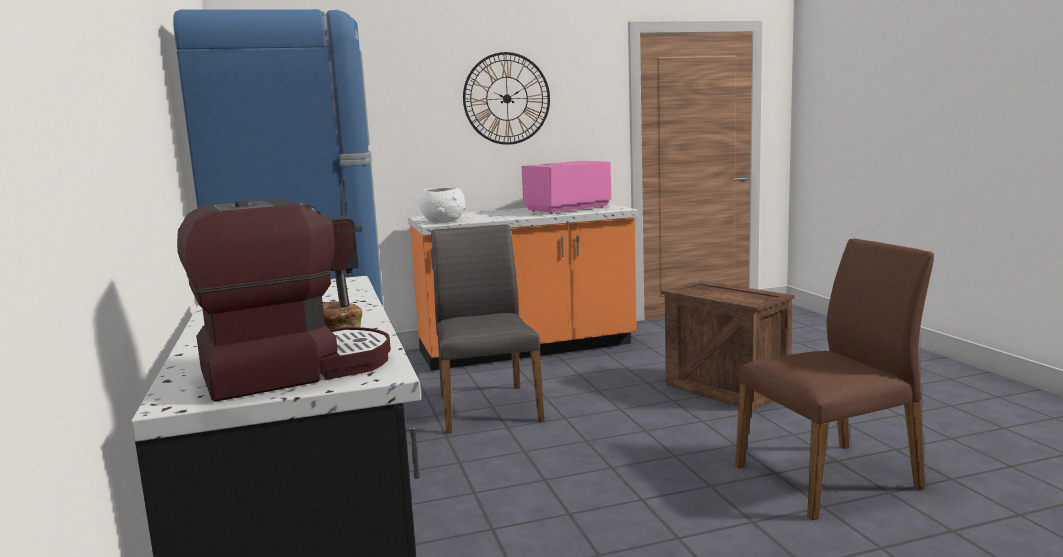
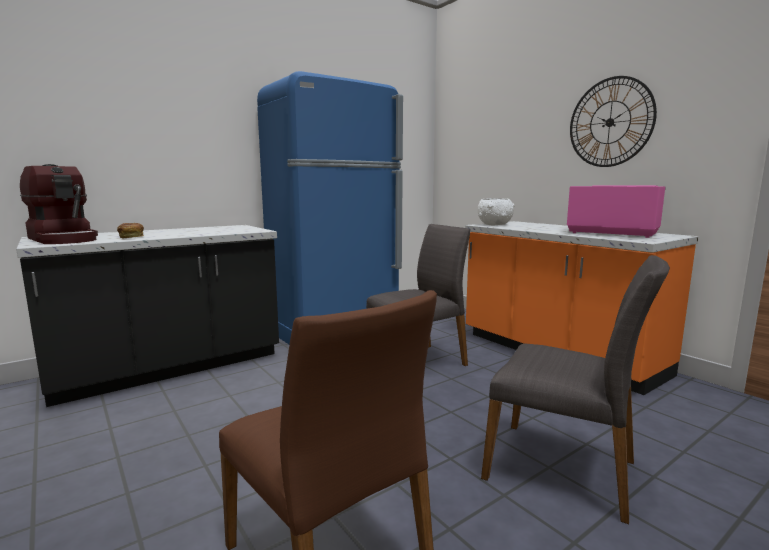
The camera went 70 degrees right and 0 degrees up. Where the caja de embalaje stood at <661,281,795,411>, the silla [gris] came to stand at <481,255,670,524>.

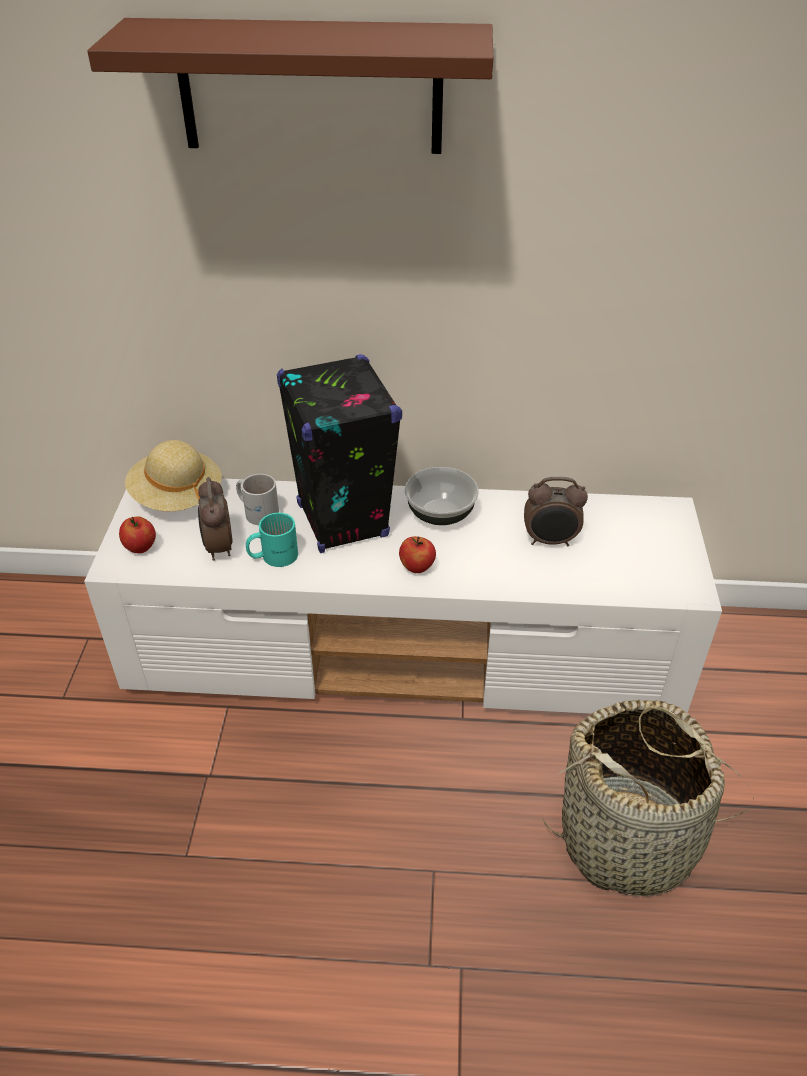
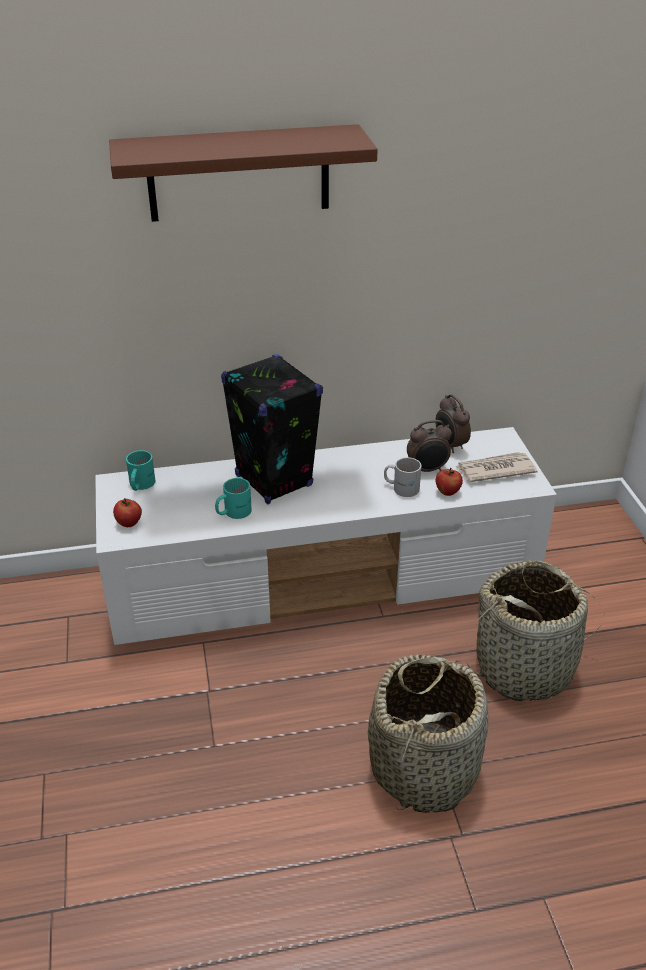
The camera went 15 degrees left and 5 degrees down. The second view lost the cuenco at <405,467,479,525>. The second view gained the cesta at <368,654,488,813>. The second view gained the periódico at <455,452,537,482>. The despertador ended up elsewhere, having gone from <198,477,233,561> to <435,394,471,453>. The taza grande [blanco] ended up elsewhere, having gone from <236,474,279,525> to <384,457,421,497>. The manzana ended up elsewhere, having gone from <399,536,436,573> to <436,468,463,496>. Where the sombrero [beis] stood at <125,440,222,512>, the taza grande [turquesa] came to stand at <126,450,155,491>.

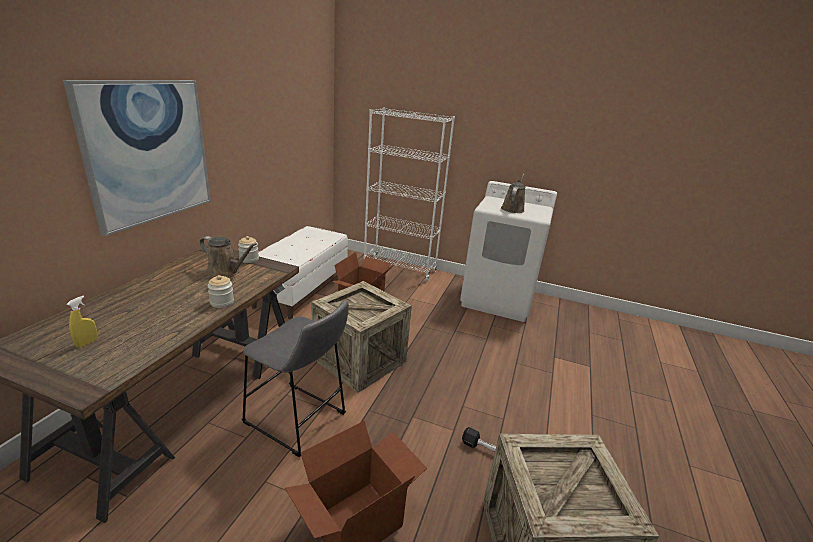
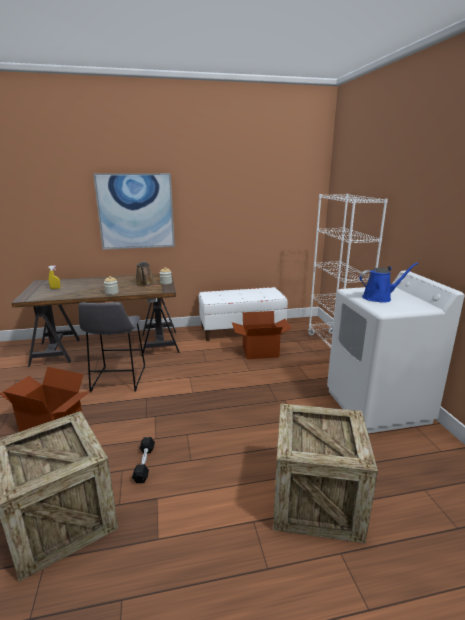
The camera went 60 degrees right and 5 degrees down. The caja de embalaje ended up elsewhere, having gone from <312,281,412,393> to <273,404,378,543>. What was the regadera [marrón] at <501,174,525,213> turned into the regadera [azul] at <359,262,418,303>.

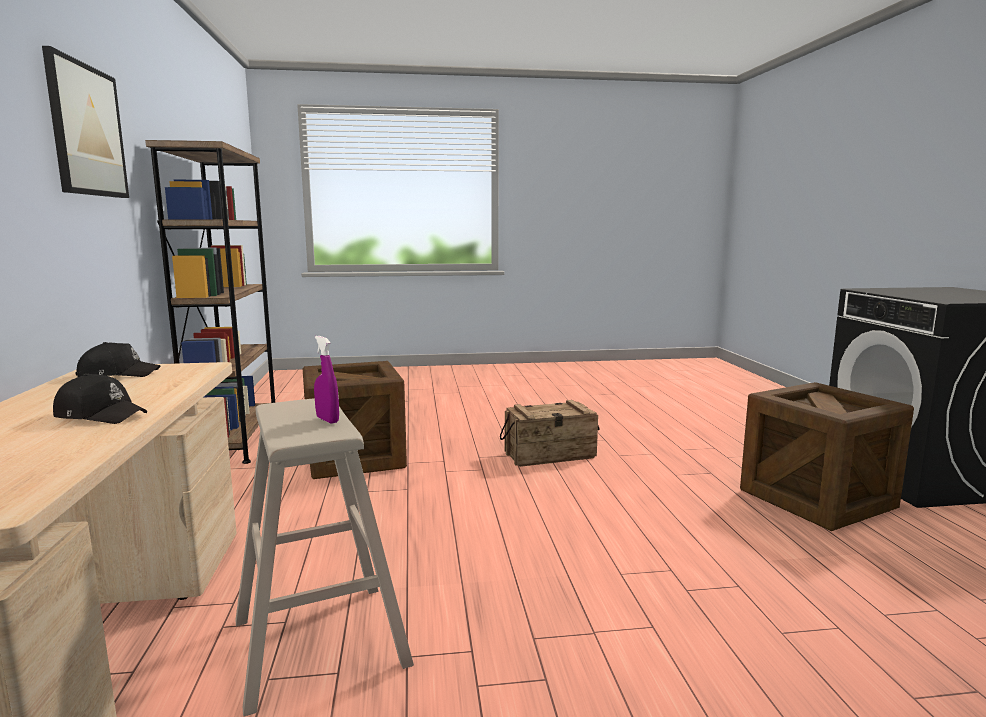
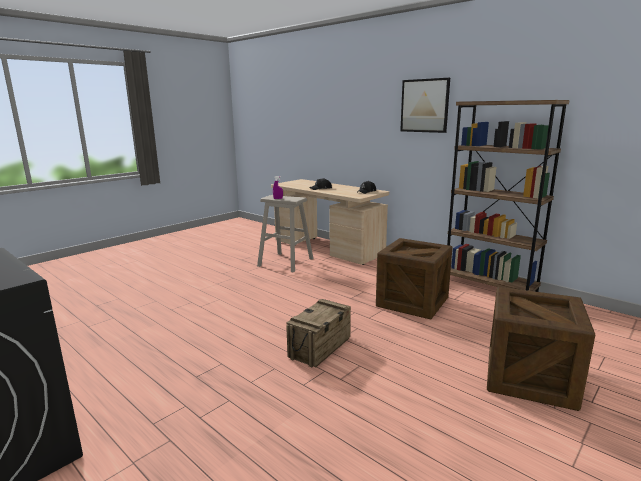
The camera went 140 degrees right and 5 degrees up. The caja de embalaje ended up elsewhere, having gone from <740,382,914,531> to <487,287,596,411>.

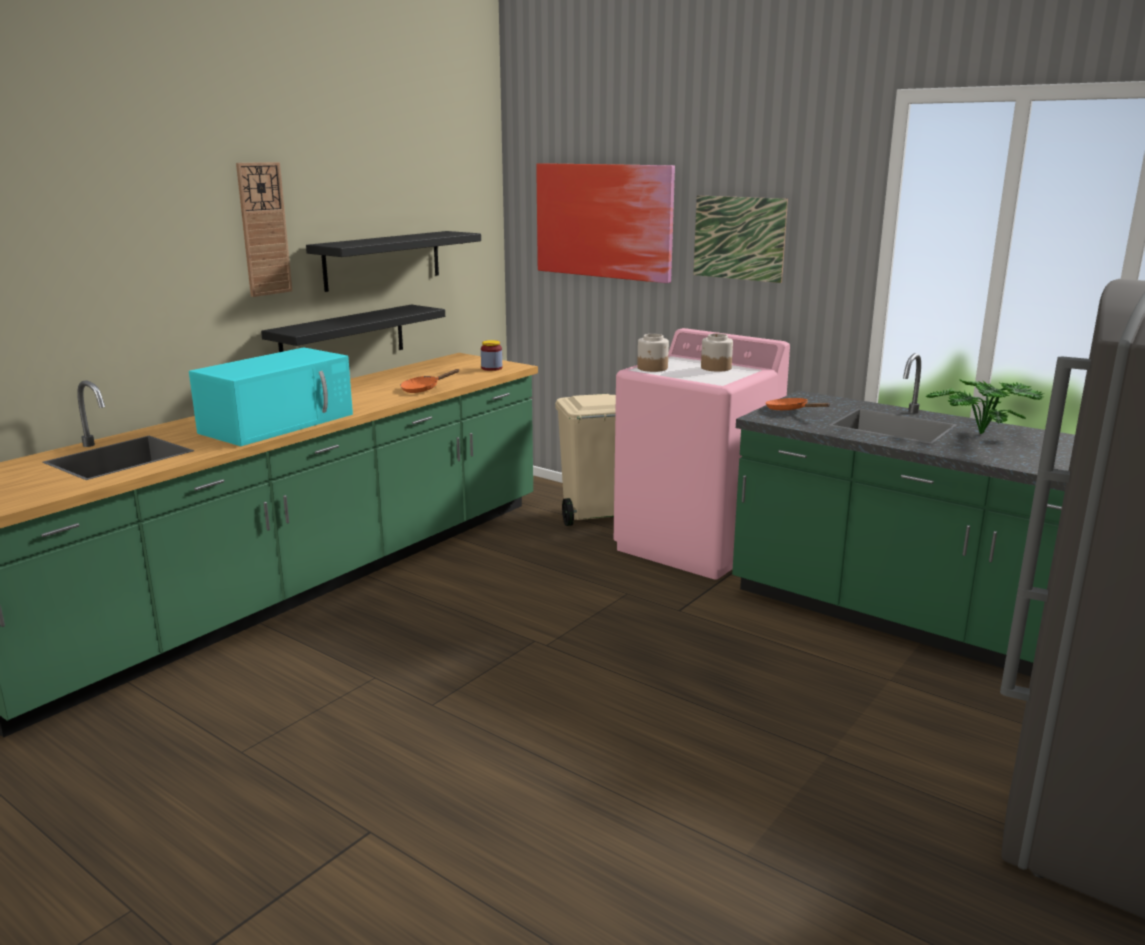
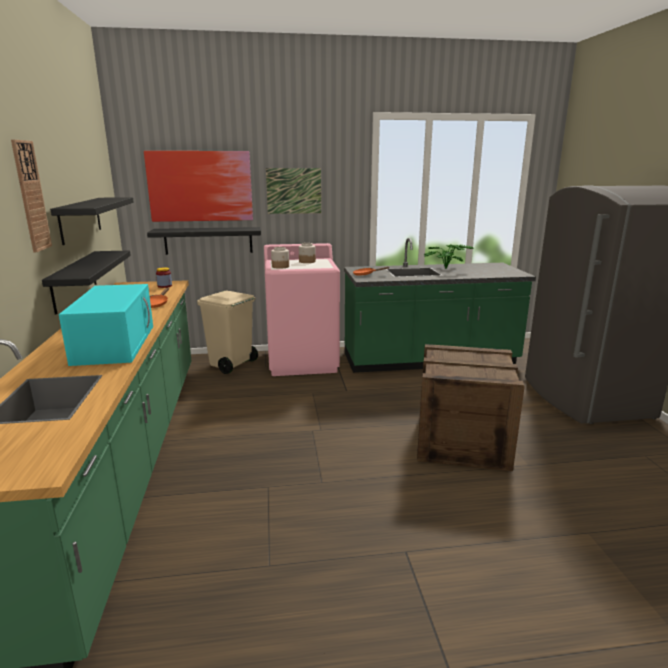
The camera went 45 degrees left and 0 degrees up. The second view gained the estante [negro] at <147,227,261,255>. The second view gained the caja de embalaje at <417,344,525,471>.

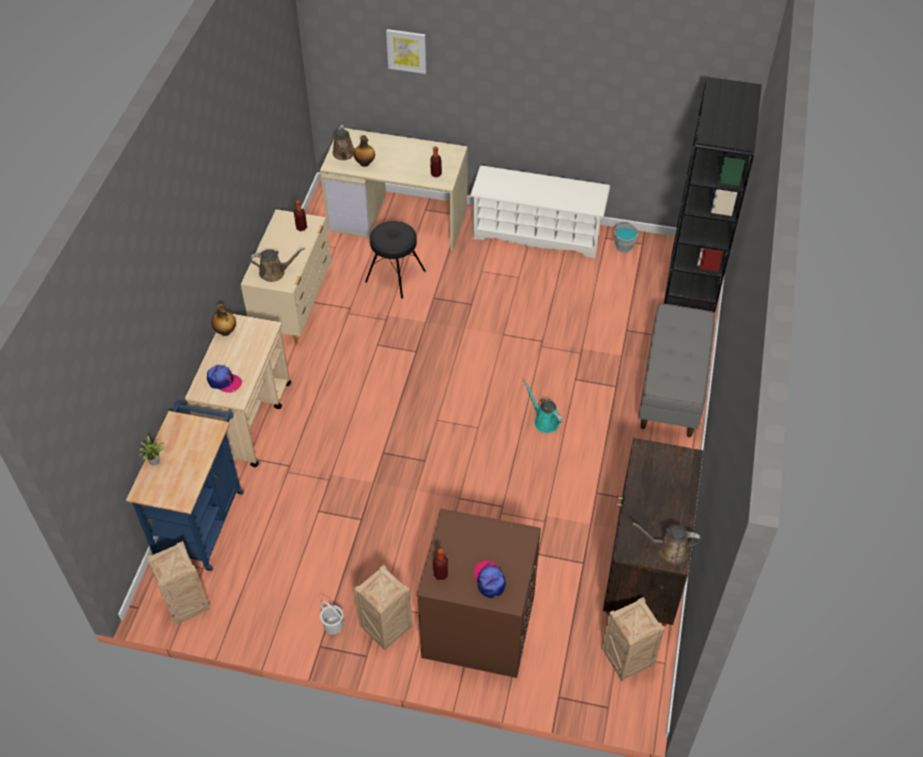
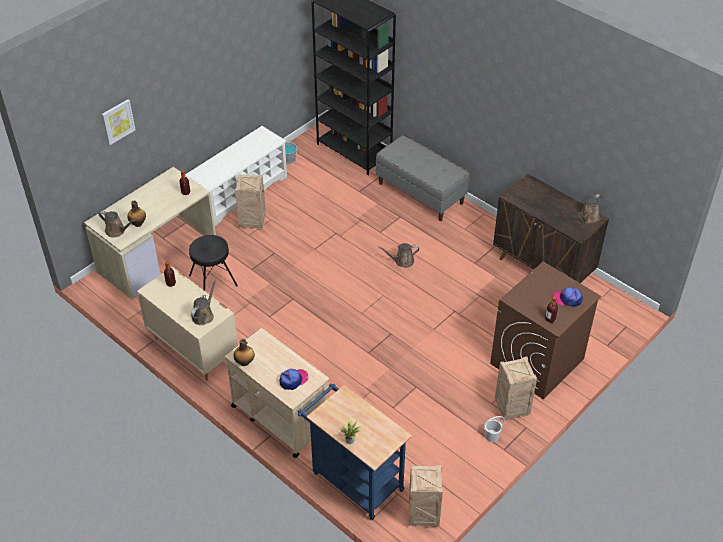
The camera went 60 degrees left and 5 degrees down. The caja de embalaje ended up elsewhere, having gone from <601,597,665,681> to <235,174,266,230>. What was the regadera [turquesa] at <524,381,563,433> turned into the regadera [marrón] at <378,243,419,268>.

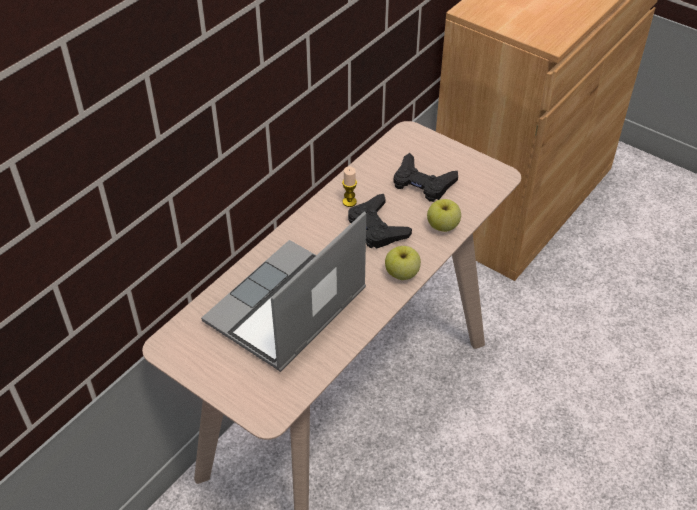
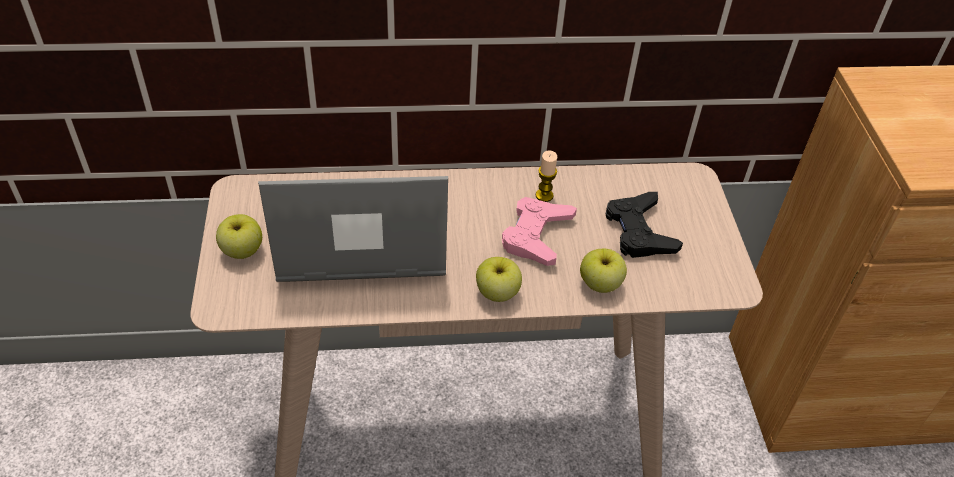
The camera went 45 degrees right and 0 degrees up. The second view gained the manzana at <216,214,262,259>. What was the mando de consola [negro] at <348,194,412,249> turned into the mando de consola [rosa] at <502,197,577,266>.

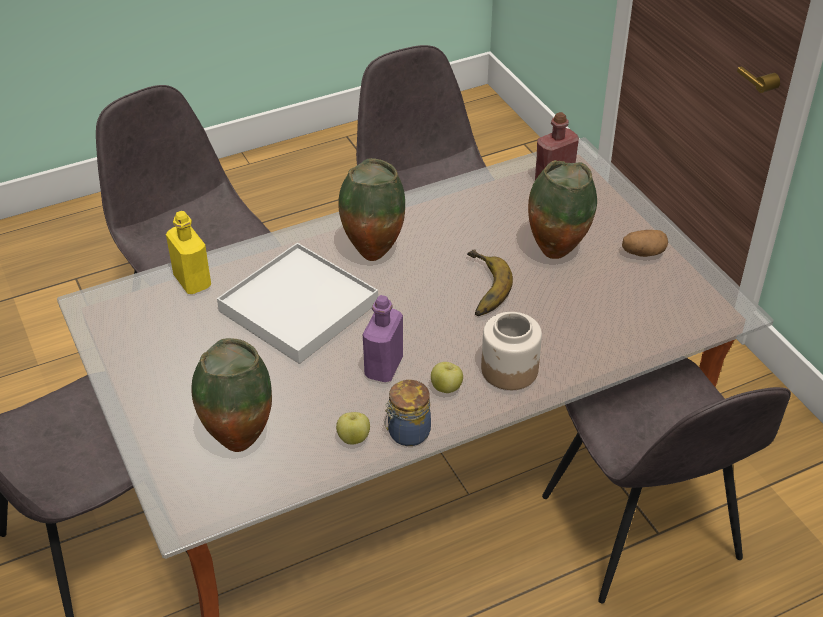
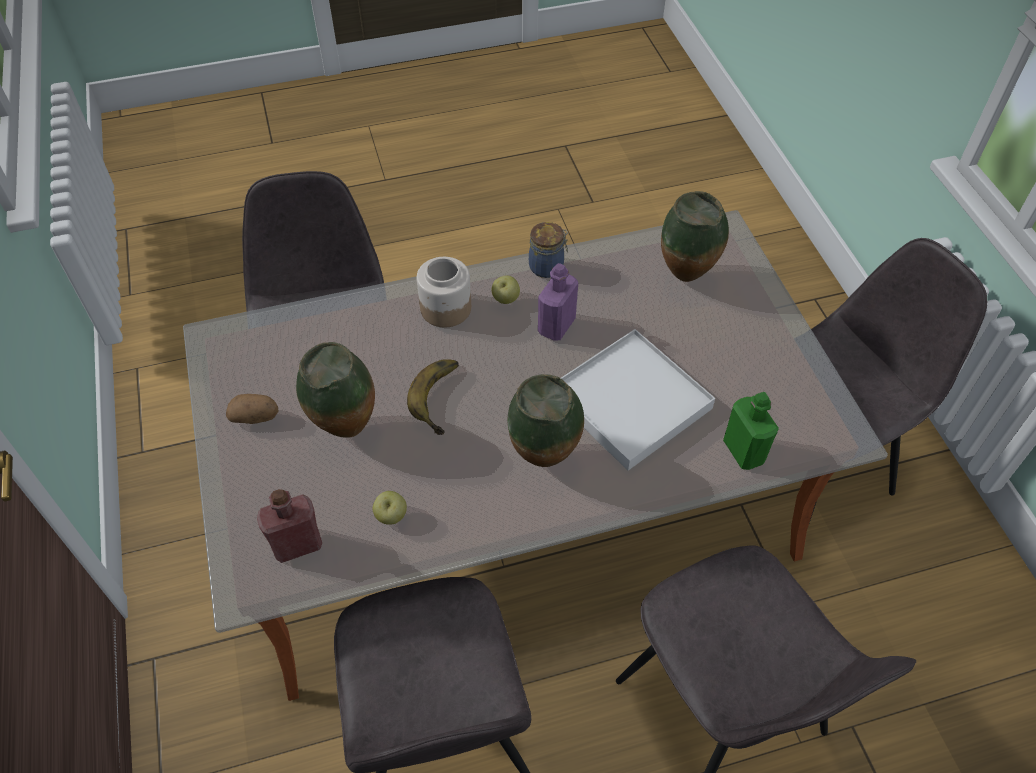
The camera went 170 degrees left and 10 degrees up. The manzana ended up elsewhere, having gone from <336,412,370,445> to <373,491,407,525>. What was the botella [amarillo] at <166,211,211,294> turned into the botella [verde] at <723,392,779,470>.

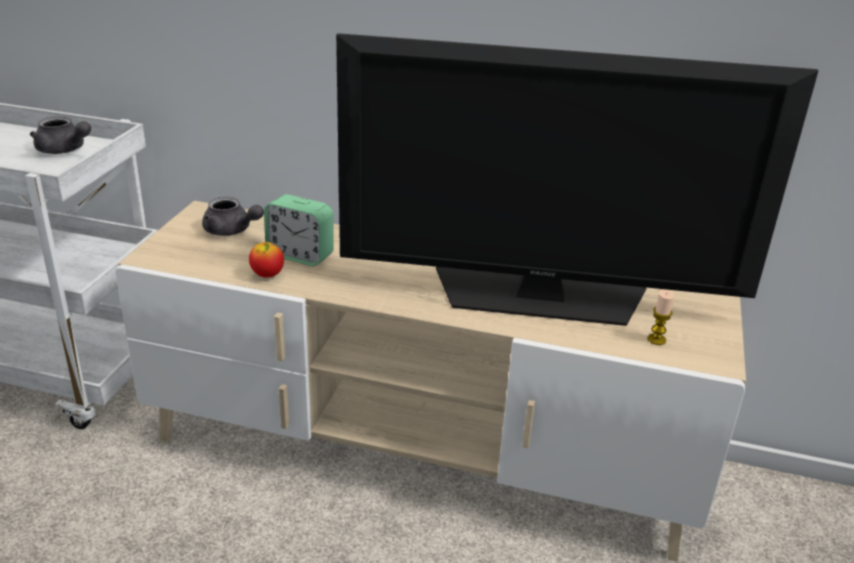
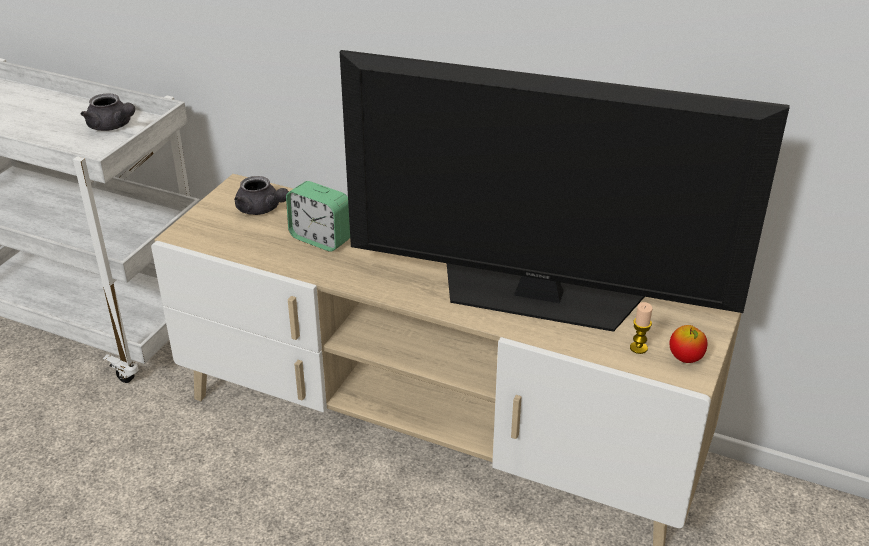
The camera went 10 degrees right and 5 degrees up. The manzana ended up elsewhere, having gone from <249,242,284,278> to <670,325,707,363>.

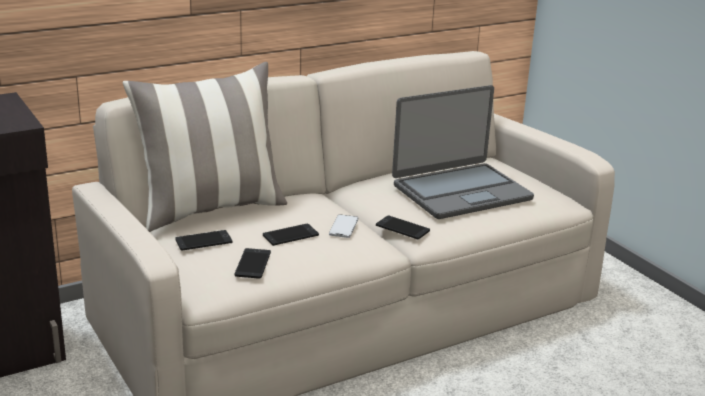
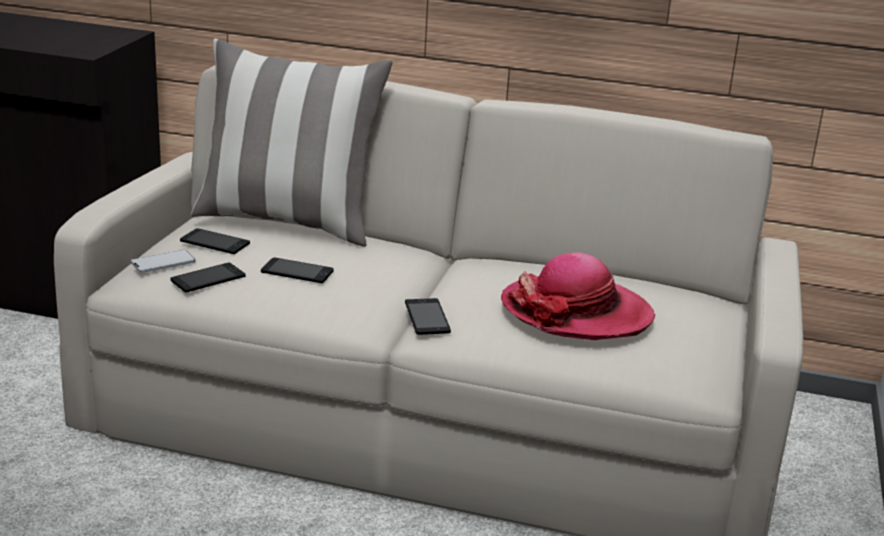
The camera went 45 degrees right and 0 degrees up. The móvil ended up elsewhere, having gone from <329,214,358,238> to <131,250,195,273>. Where the portátil stood at <392,85,534,219>, the sombrero came to stand at <501,252,655,340>.

